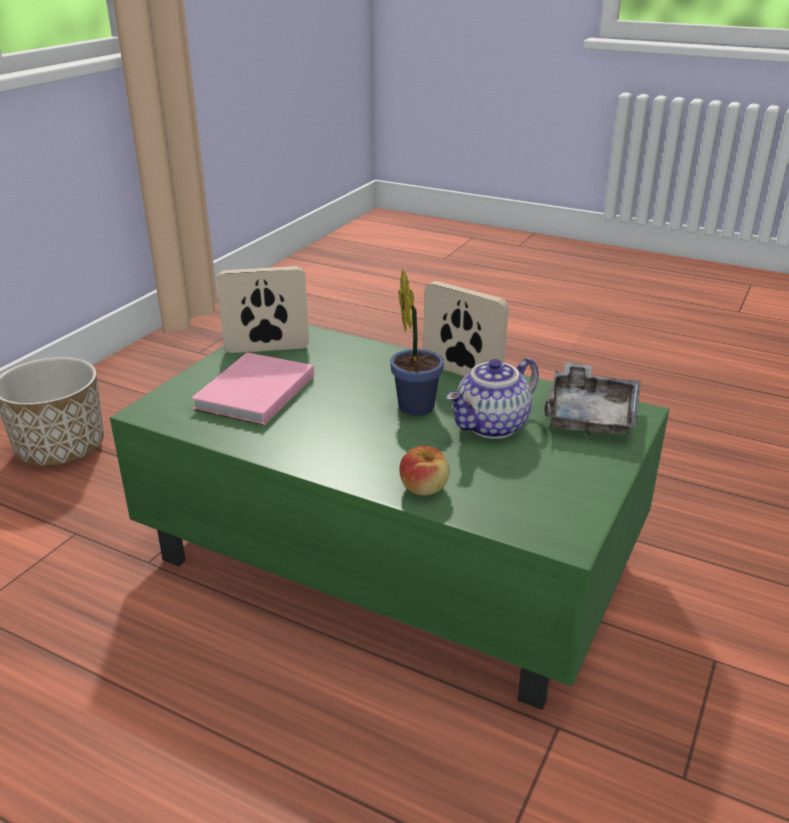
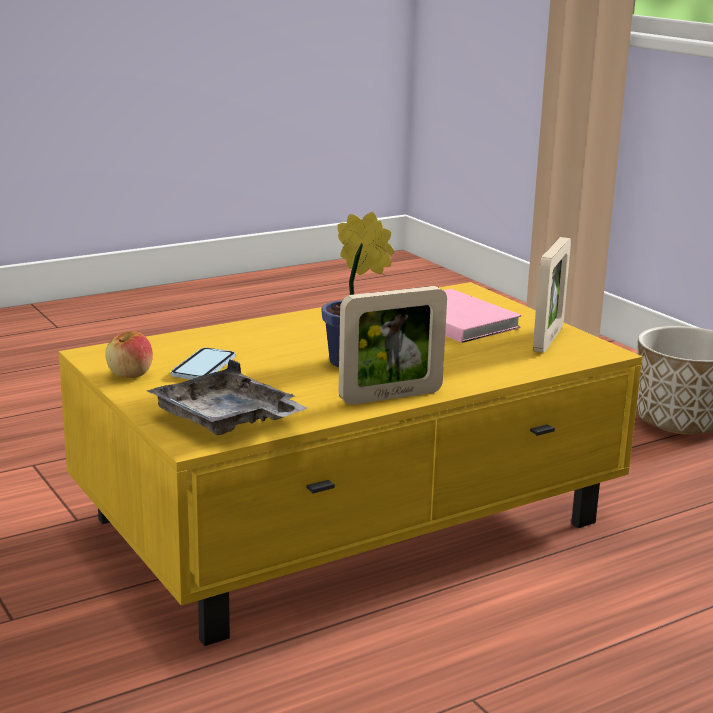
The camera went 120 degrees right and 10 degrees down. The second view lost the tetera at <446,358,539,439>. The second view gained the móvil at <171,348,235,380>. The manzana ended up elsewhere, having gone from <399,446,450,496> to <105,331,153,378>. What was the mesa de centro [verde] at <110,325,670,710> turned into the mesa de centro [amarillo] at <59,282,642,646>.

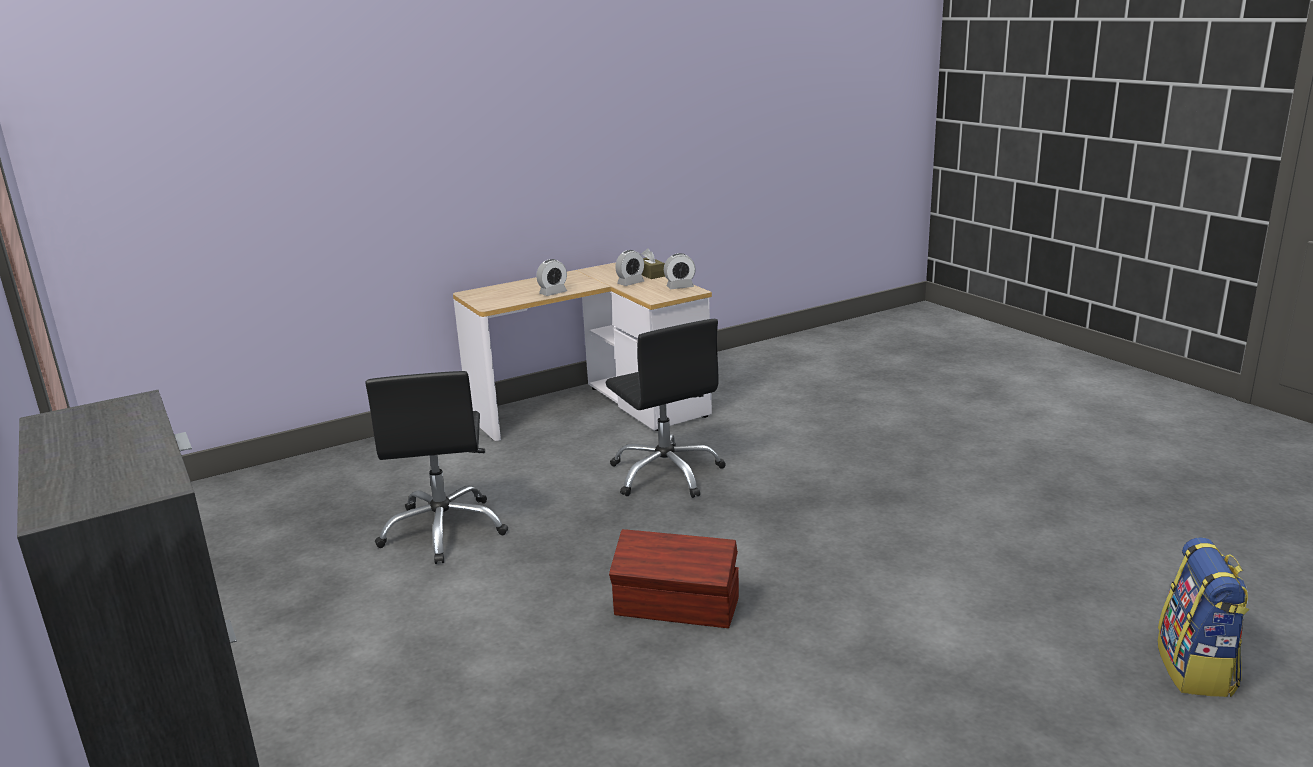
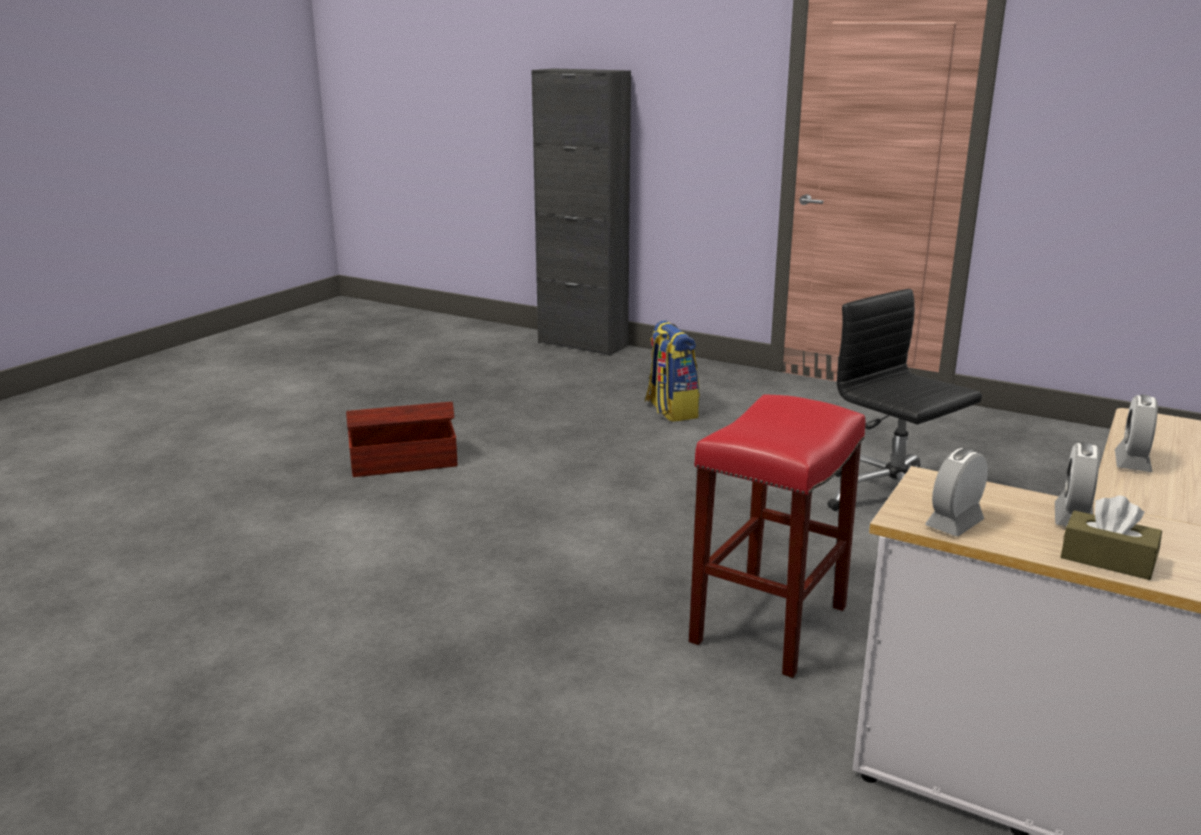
The camera went 150 degrees right and 0 degrees up. The caja de almacenaje [marrón] ended up elsewhere, having gone from <609,529,739,628> to <346,402,457,477>. The mochila ended up elsewhere, having gone from <1158,537,1249,697> to <645,320,699,422>. Where the silla de oficina [negro] stood at <606,319,726,498>, the taburete [rojo] came to stand at <689,395,866,678>.

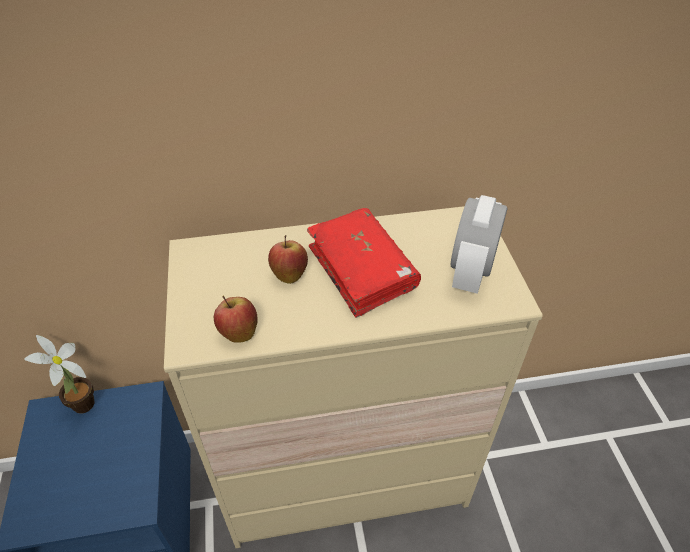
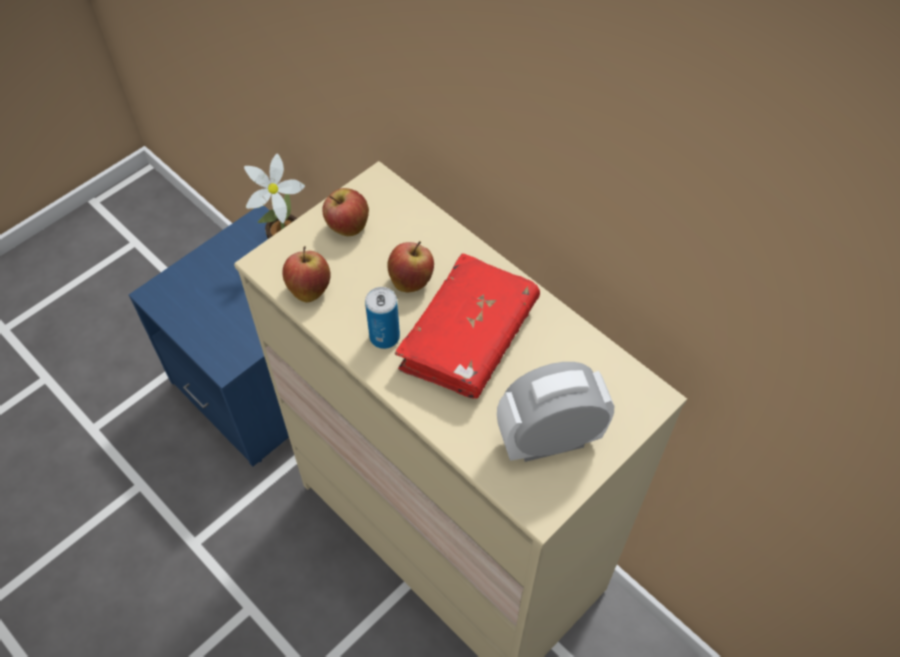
The camera went 55 degrees right and 10 degrees up. The second view gained the manzana at <322,188,369,236>. The second view gained the lata at <365,287,400,349>.

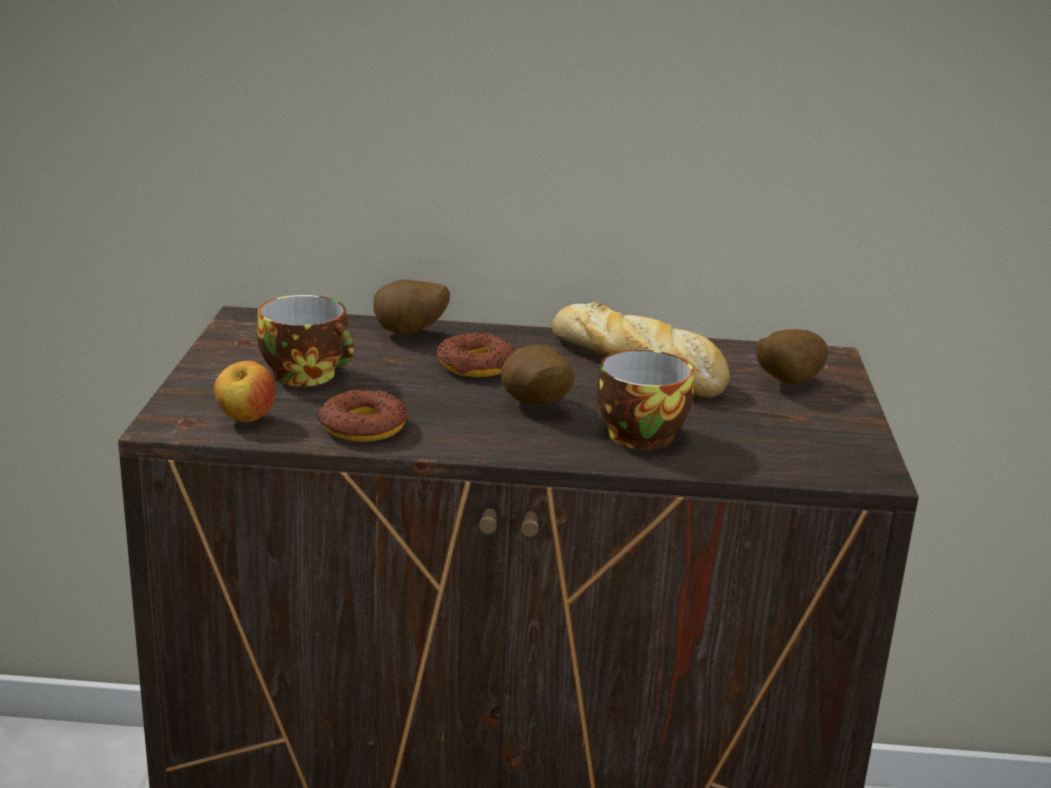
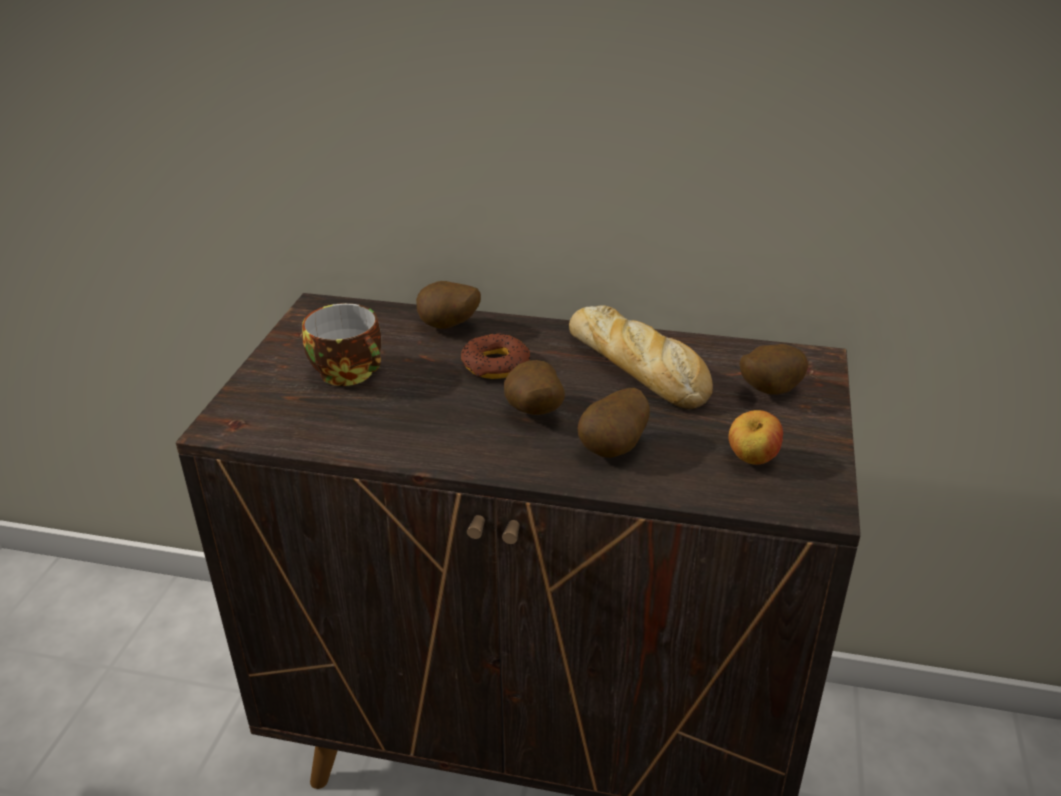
The camera went 10 degrees right and 10 degrees up. The second view lost the rosquilla at <319,390,409,442>. The manzana ended up elsewhere, having gone from <214,361,275,422> to <728,410,783,465>. Where the taza stood at <596,350,694,450>, the patata came to stand at <578,388,650,458>.

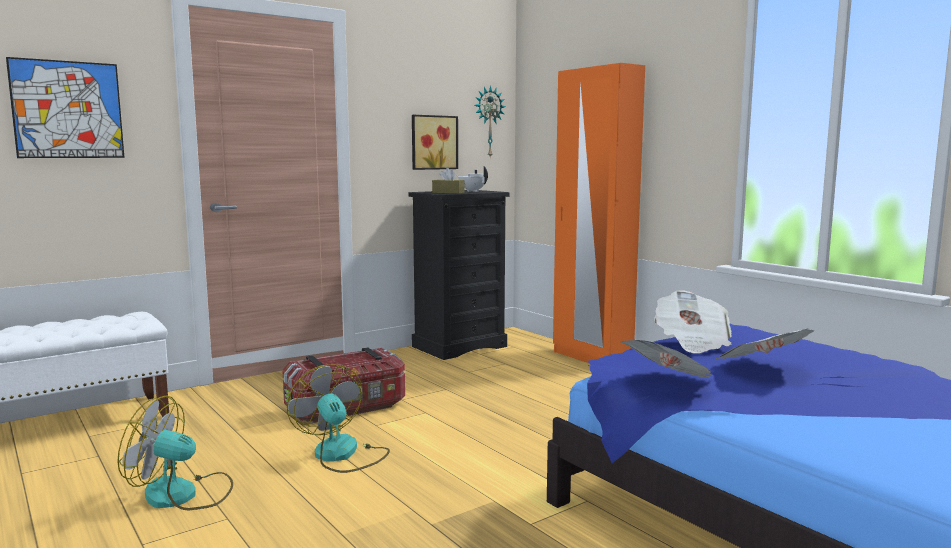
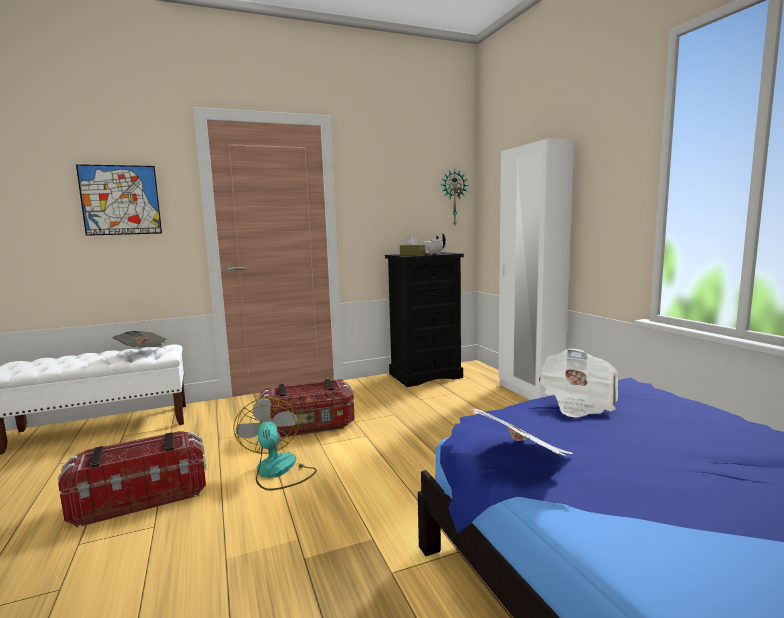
The camera went 15 degrees right and 0 degrees up. The second view lost the cuadro at <412,115,458,170>. The periódico ended up elsewhere, having gone from <715,328,814,359> to <113,331,166,348>. Where the ventilador stood at <117,395,233,510>, the caja de almacenaje came to stand at <58,431,207,528>. What was the armario ropero [naranja] at <553,63,645,363> turned into the armario ropero [blanco] at <499,138,574,400>.

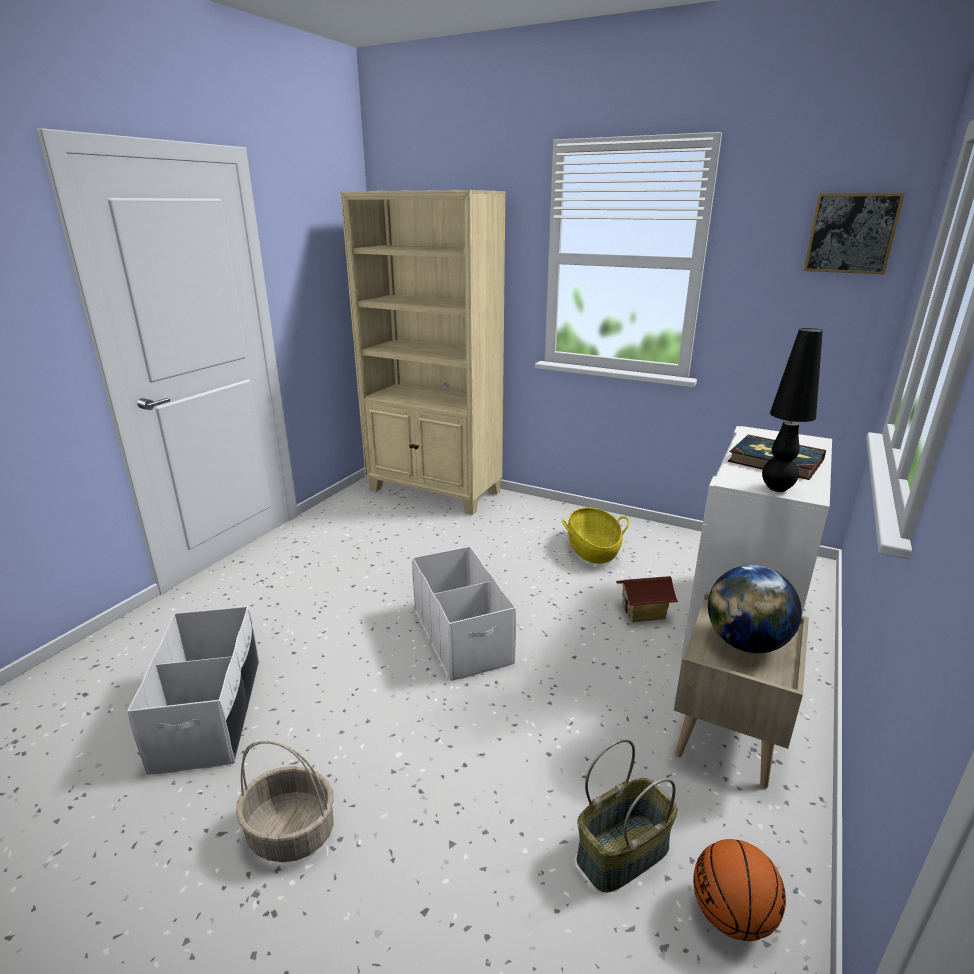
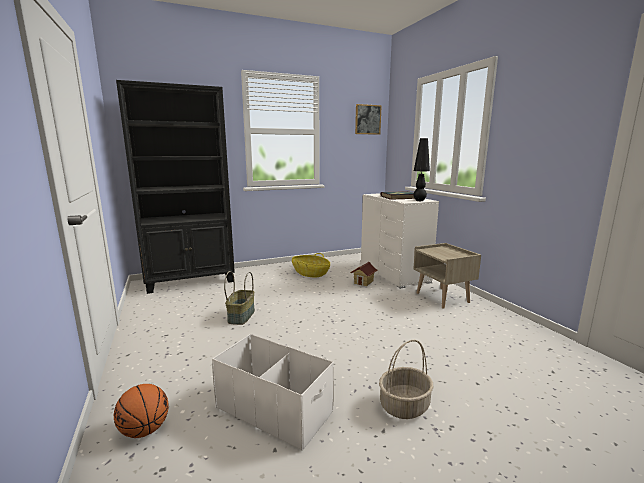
The camera went 50 degrees left and 10 degrees down. The second view lost the caja de almacenaje [blanco] at <412,546,516,681>. The second view lost the globo terráqueo at <708,565,802,653>. The cesta ended up elsewhere, having gone from <577,739,678,893> to <224,271,255,325>. The balón de baloncesto ended up elsewhere, having gone from <693,839,786,941> to <114,384,169,438>. What was the estantería [beis] at <340,190,506,515> turned into the estantería [negro] at <116,80,235,294>.

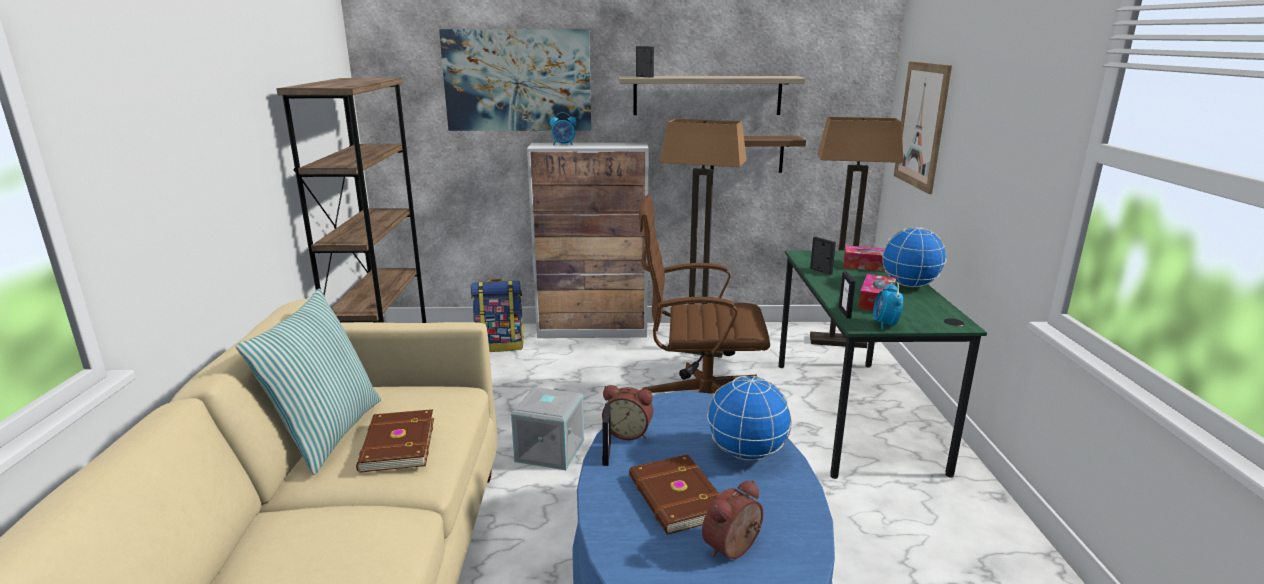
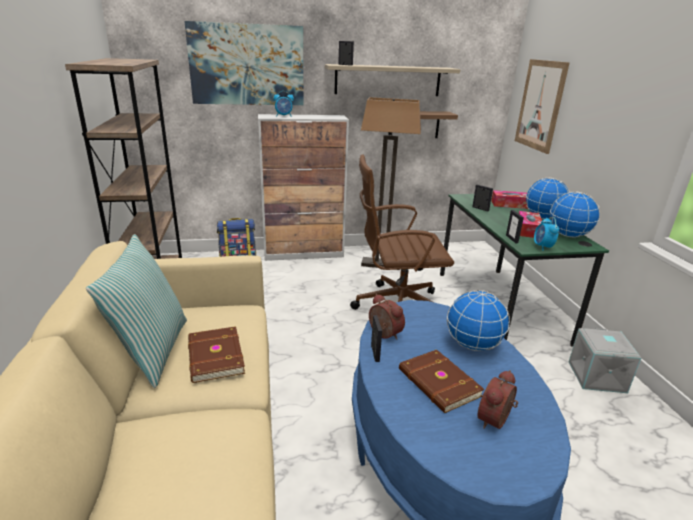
The camera went 10 degrees left and 5 degrees up. The second view lost the lámpara de pie at <810,117,903,348>. The second view gained the globo terráqueo at <550,191,600,237>. The caja de almacenaje [gris] ended up elsewhere, having gone from <511,387,584,470> to <569,328,641,393>. The despertador at <602,385,653,440> ended up facing another way, 135 degrees counterclockwise from before.

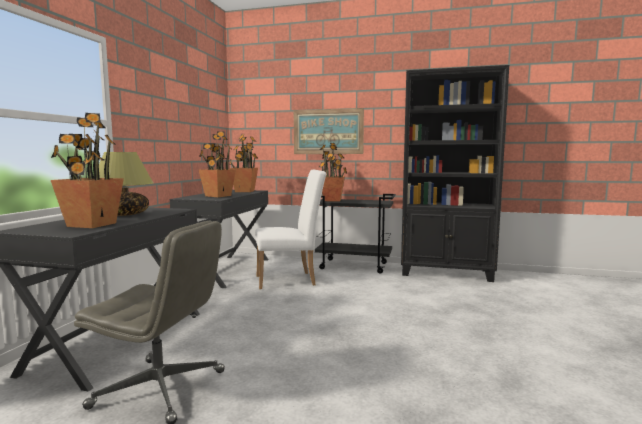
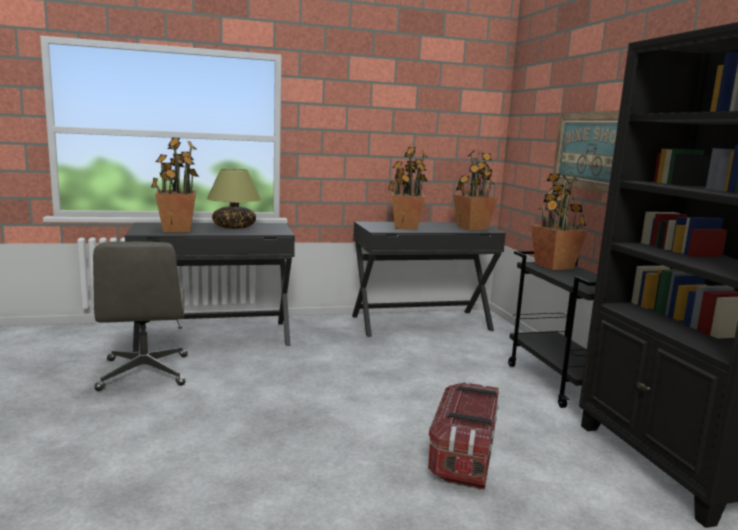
The camera went 60 degrees right and 5 degrees up. The second view lost the silla [blanco] at <255,170,326,289>. The second view gained the caja de almacenaje at <428,382,499,490>.

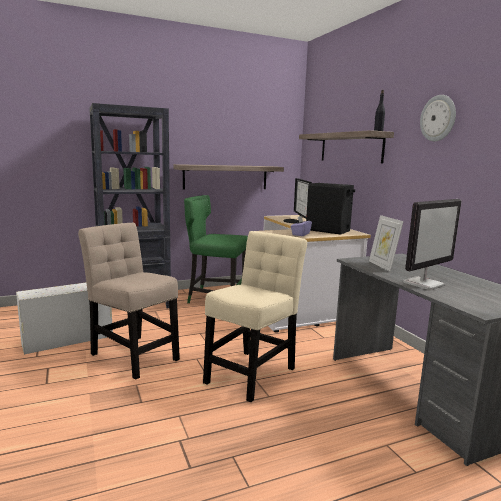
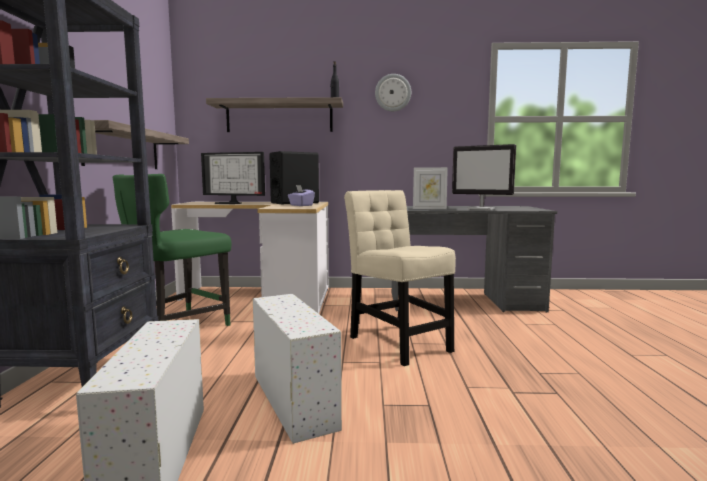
The camera went 65 degrees left and 5 degrees down. Where the silla [beis] stood at <78,222,180,380>, the caja de almacenaje [blanco] came to stand at <253,294,342,444>. The monitor at <403,199,462,290> ended up facing another way, 135 degrees clockwise from before.

